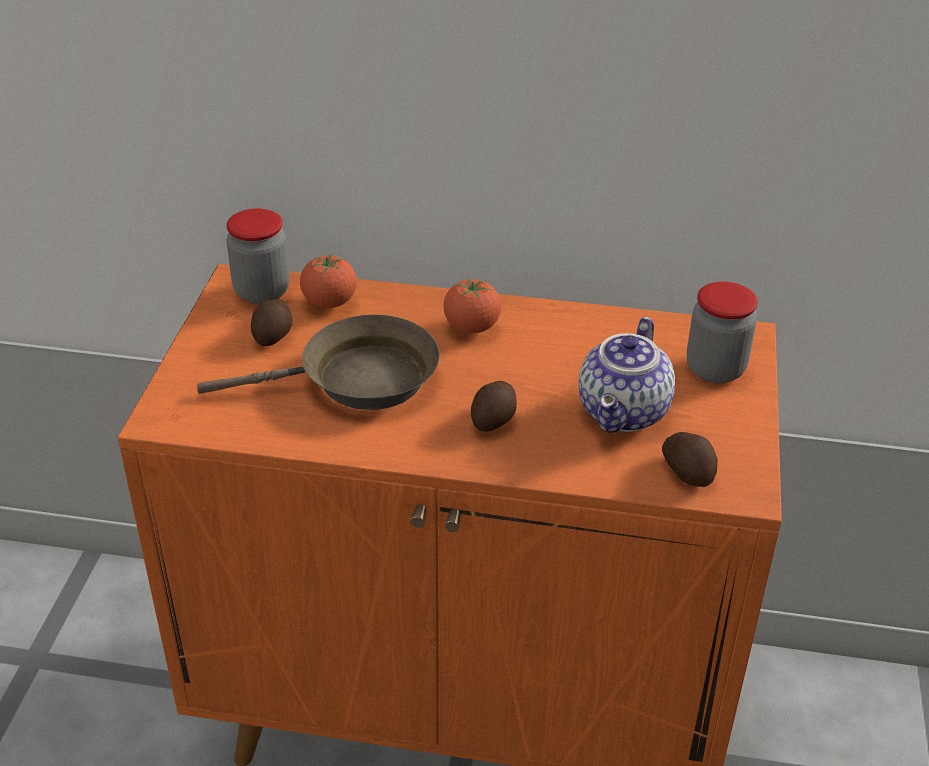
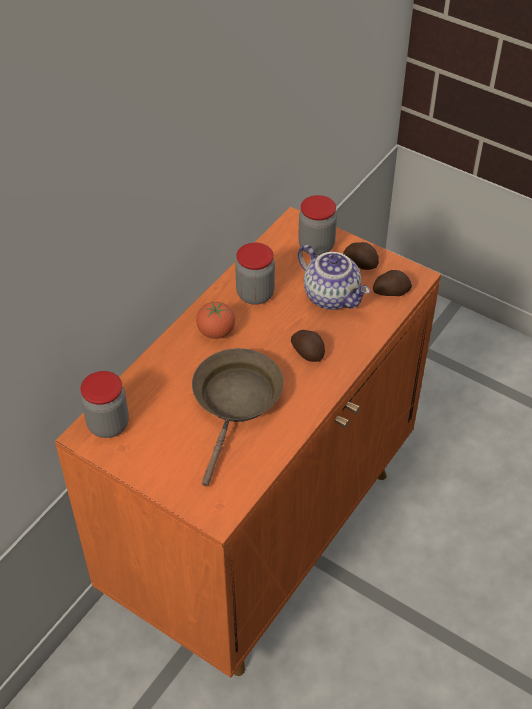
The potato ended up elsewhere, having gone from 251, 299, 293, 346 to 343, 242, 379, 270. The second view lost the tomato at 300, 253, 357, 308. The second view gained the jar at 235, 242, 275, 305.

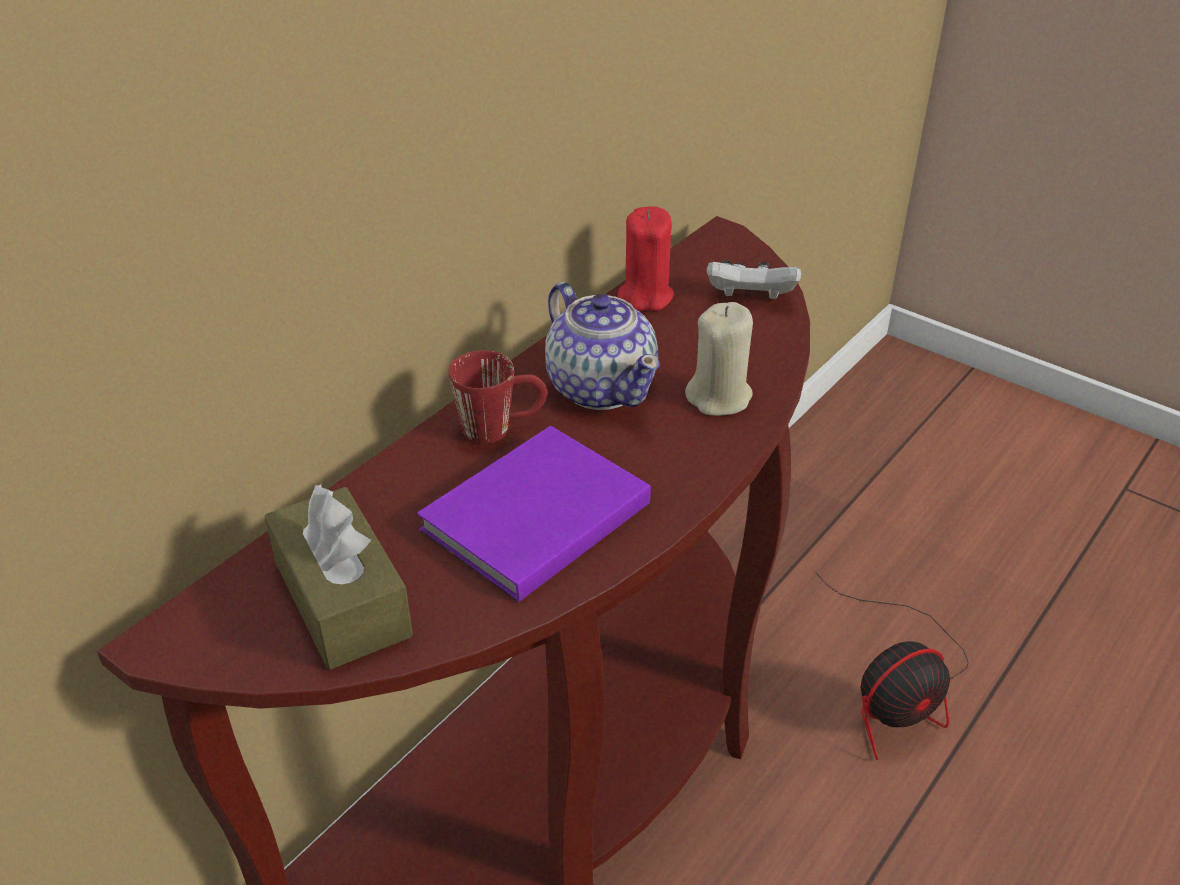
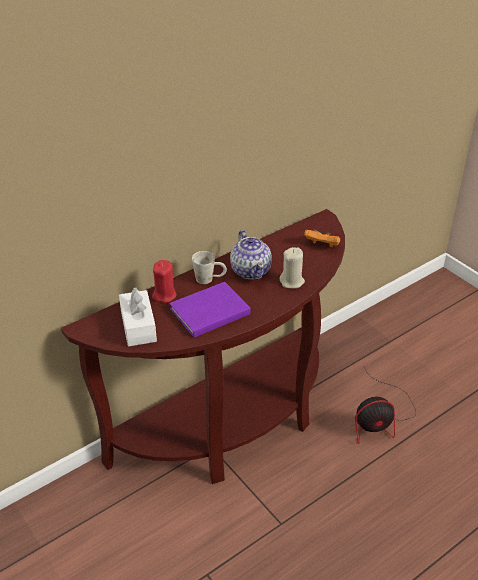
What was the brown tissue box at 265, 484, 413, 670 turned into the white tissue box at 119, 287, 157, 347. What was the red mug at 449, 350, 547, 444 turned into the white mug at 192, 251, 227, 284. The red candle ended up elsewhere, having gone from 618, 206, 674, 311 to 152, 260, 177, 303. What was the white game controller at 707, 260, 801, 299 turned into the orange game controller at 304, 229, 340, 247.

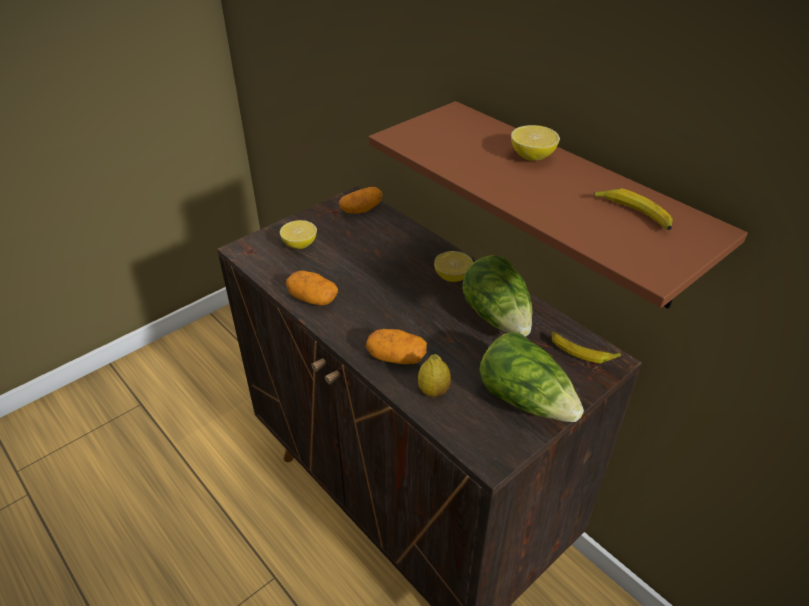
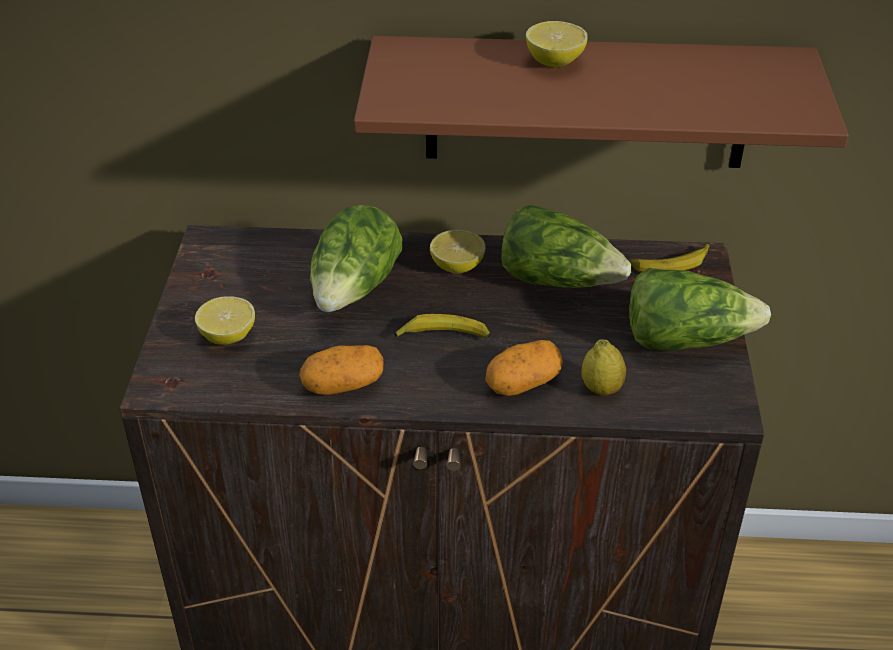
The second view lost the potato at 339, 187, 382, 214. The banana ended up elsewhere, having gone from 593, 188, 673, 230 to 394, 314, 491, 338. The second view gained the lettuce at 310, 205, 402, 312.

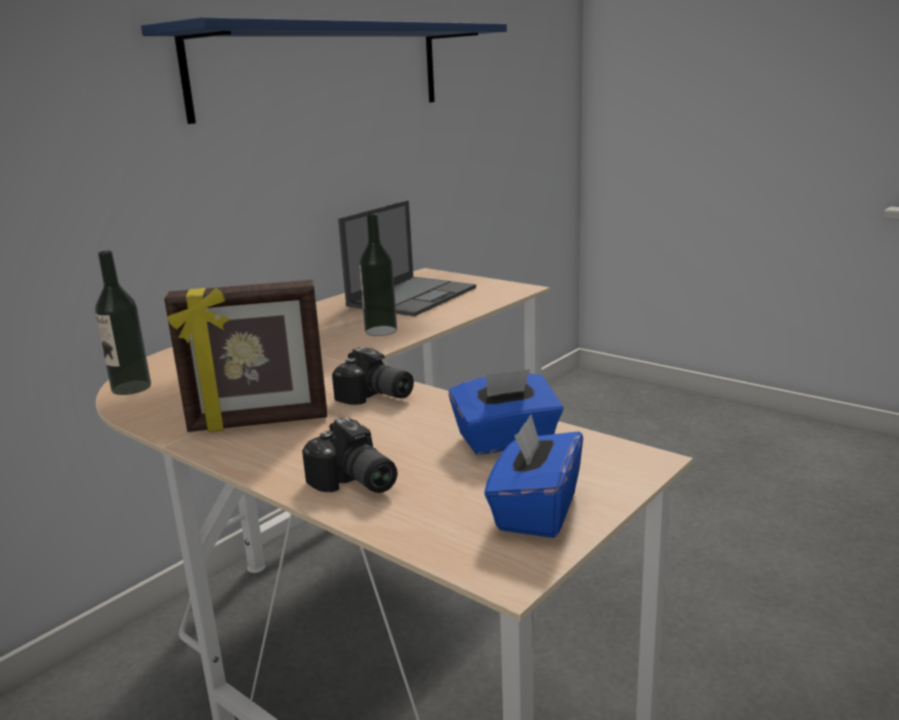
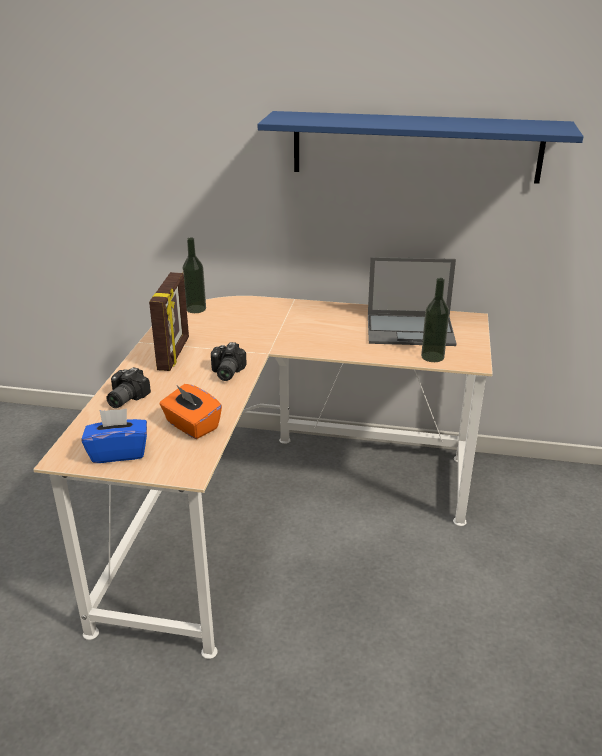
The picture frame at 164, 280, 327, 432 ended up facing another way, 135 degrees counterclockwise from before. The bottle ended up elsewhere, having gone from 359, 213, 397, 336 to 421, 278, 449, 362. What was the blue tissue box at 449, 369, 563, 455 turned into the orange tissue box at 160, 384, 222, 439.

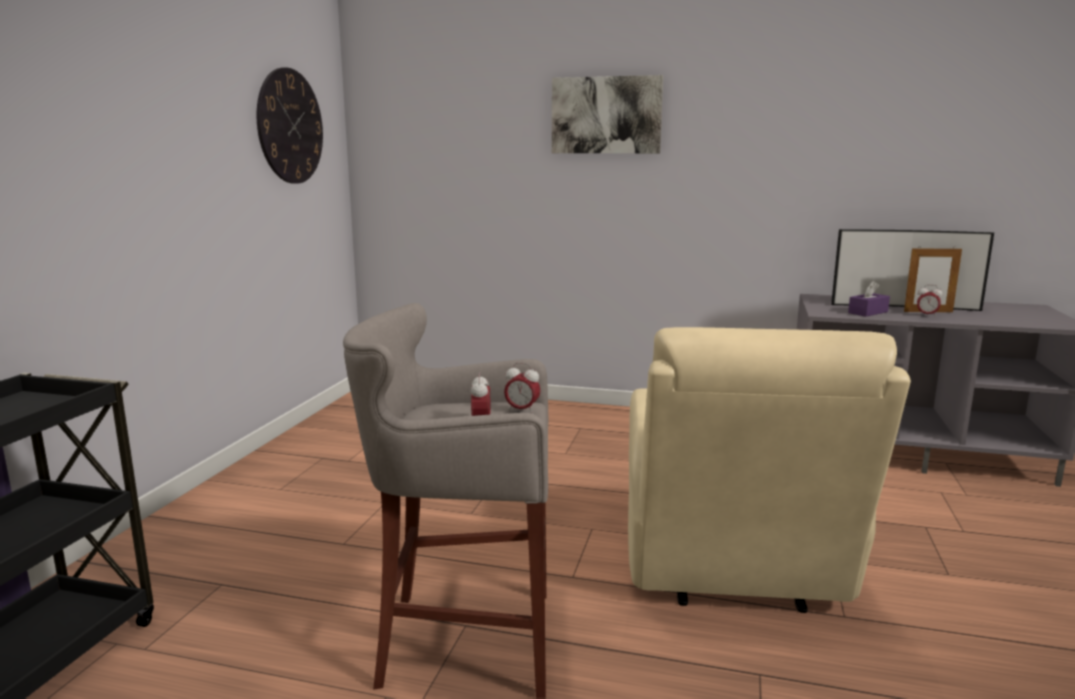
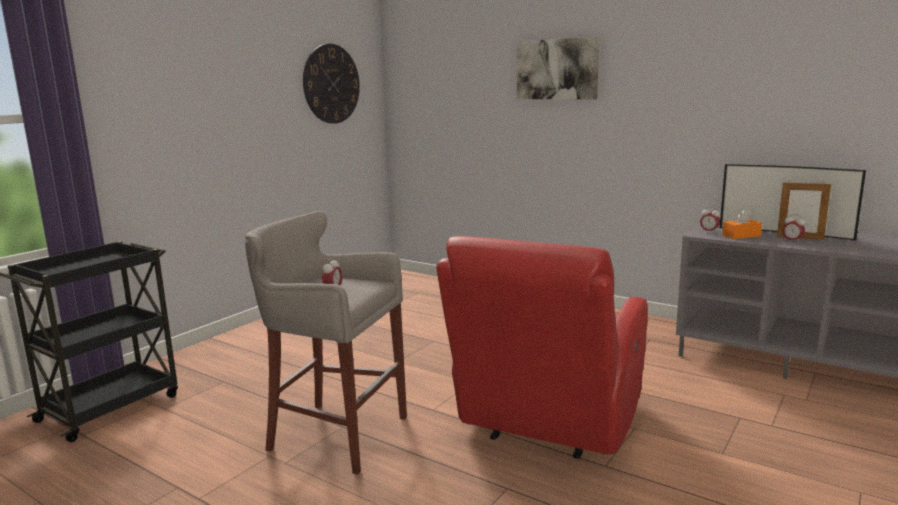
The alarm clock ended up elsewhere, having gone from 504, 363, 541, 414 to 700, 207, 720, 233. What was the beige armchair at 628, 327, 911, 613 turned into the red armchair at 436, 236, 648, 459. What was the purple tissue box at 848, 281, 890, 317 turned into the orange tissue box at 722, 209, 762, 239.

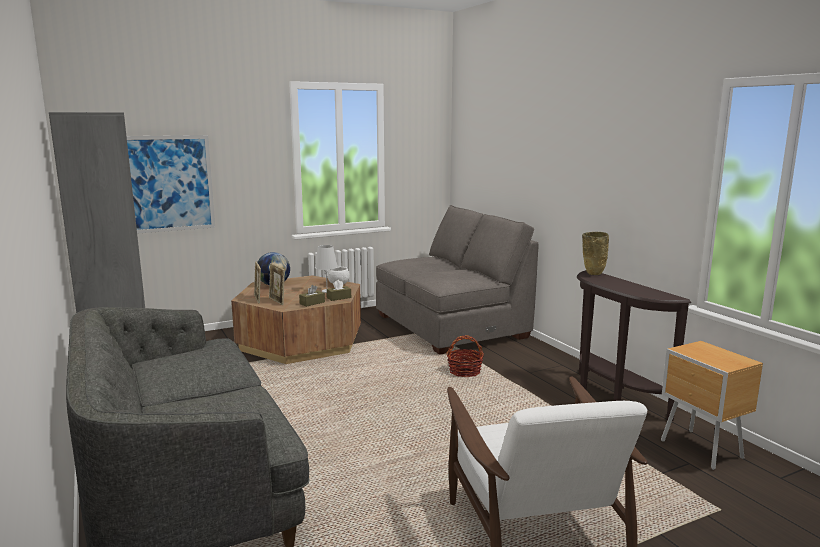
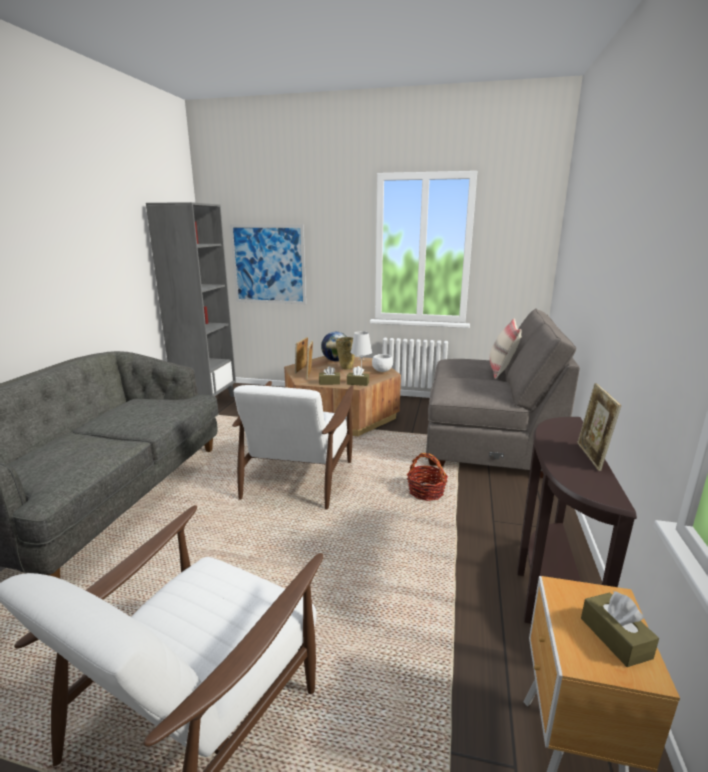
The beige vase ended up elsewhere, having gone from 582, 232, 609, 275 to 336, 337, 354, 370. The second view gained the white armchair at 232, 381, 354, 509. The second view gained the beige pillow at 490, 319, 522, 379. The second view gained the picture frame at 577, 383, 621, 471. The second view gained the brown tissue box at 581, 591, 659, 667.

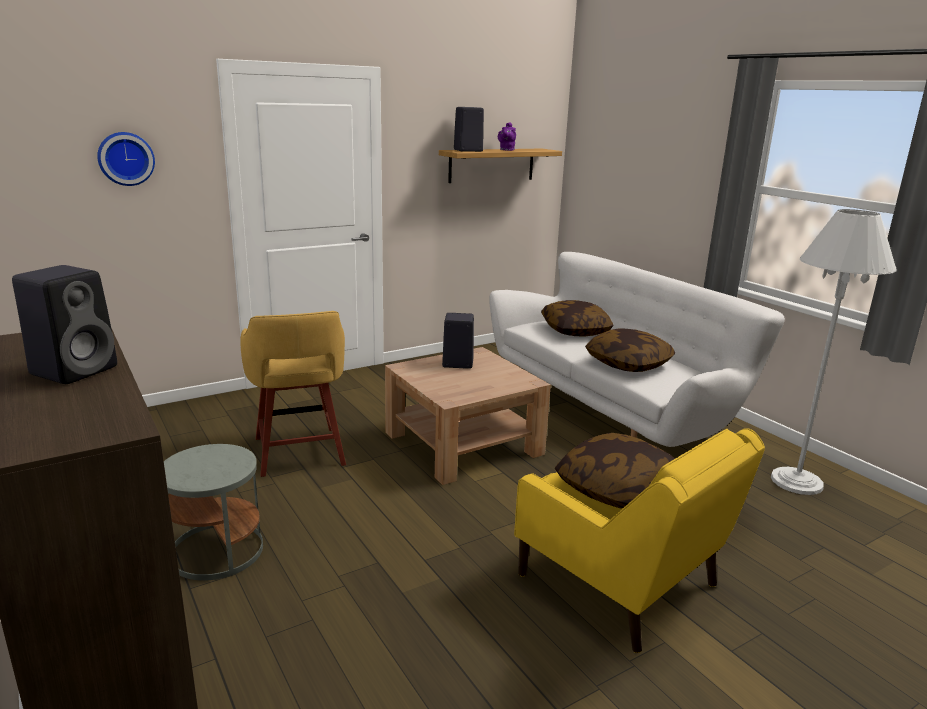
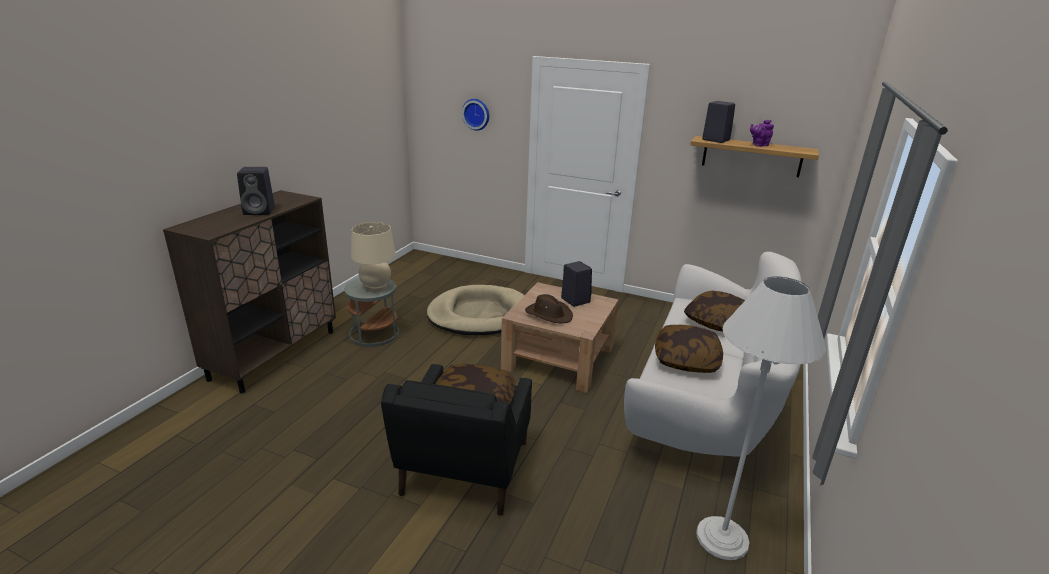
Where the yellow stool stood at 240, 311, 346, 477, the beige dog bed came to stand at 427, 285, 524, 335. What was the yellow armchair at 514, 428, 765, 653 turned into the black armchair at 381, 364, 532, 515. The second view gained the beige table lamp at 351, 222, 396, 292. The second view gained the brown hat at 525, 294, 573, 324.

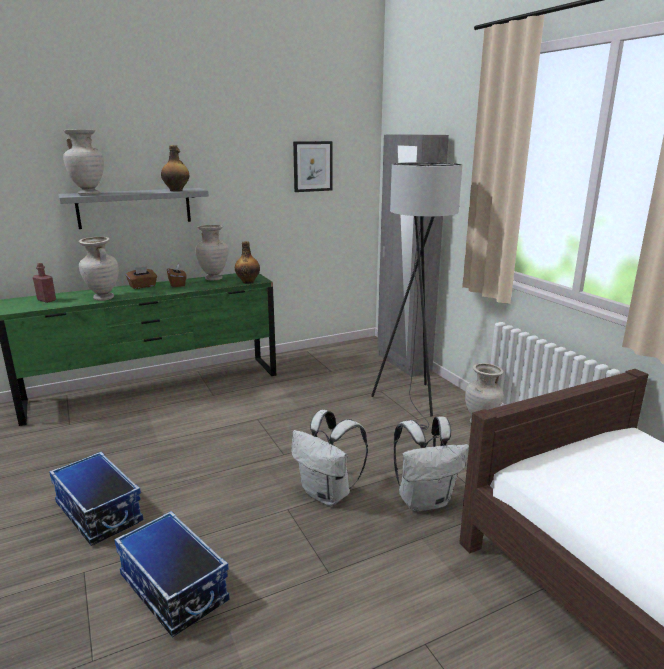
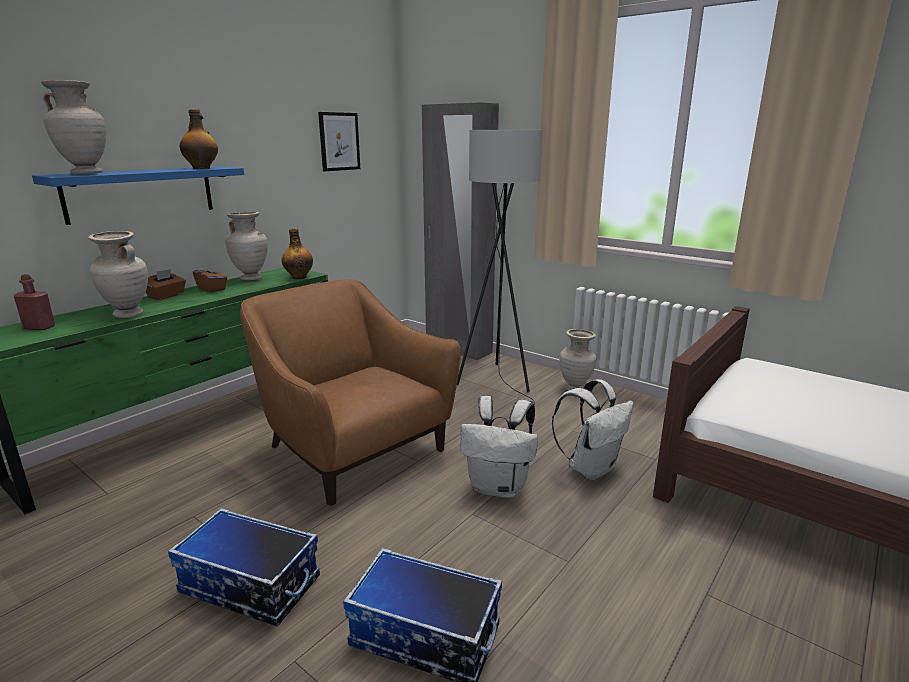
What was the grey shelf at 58, 188, 209, 229 turned into the blue shelf at 32, 166, 244, 225. The second view gained the brown armchair at 240, 279, 461, 506.

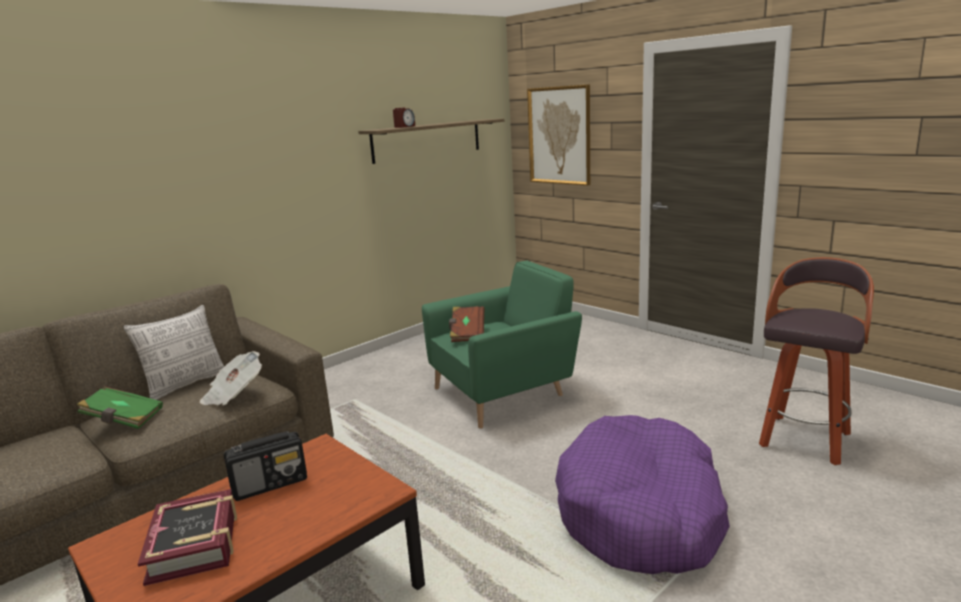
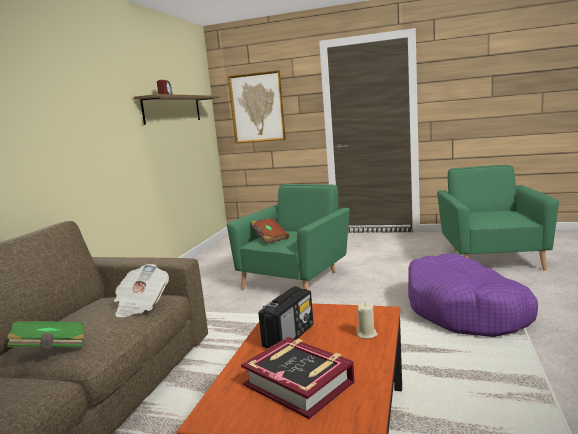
The second view lost the pillow at 124, 305, 224, 400. Where the stool stood at 759, 257, 874, 465, the green armchair came to stand at 437, 165, 559, 271. The second view gained the beige candle at 356, 302, 378, 339.

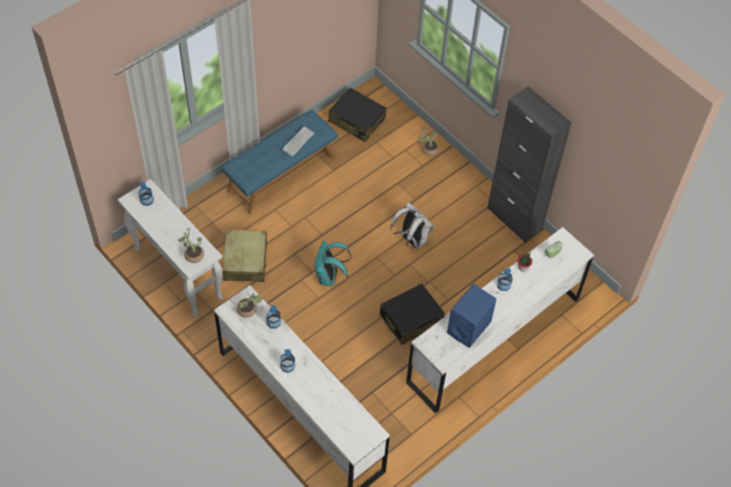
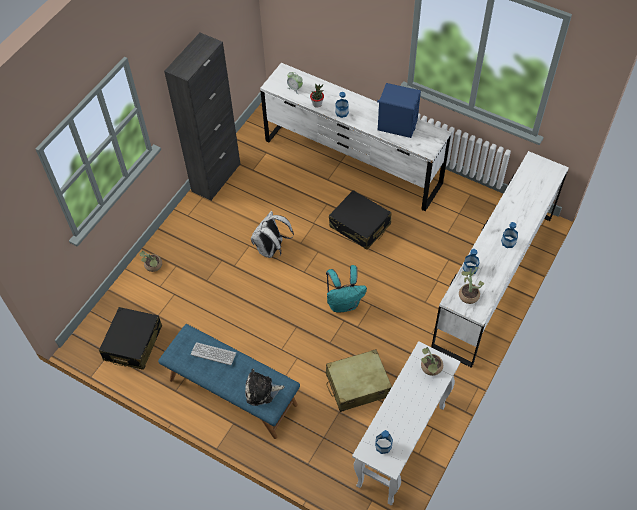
The second view gained the plush toy at 245, 369, 285, 406.

